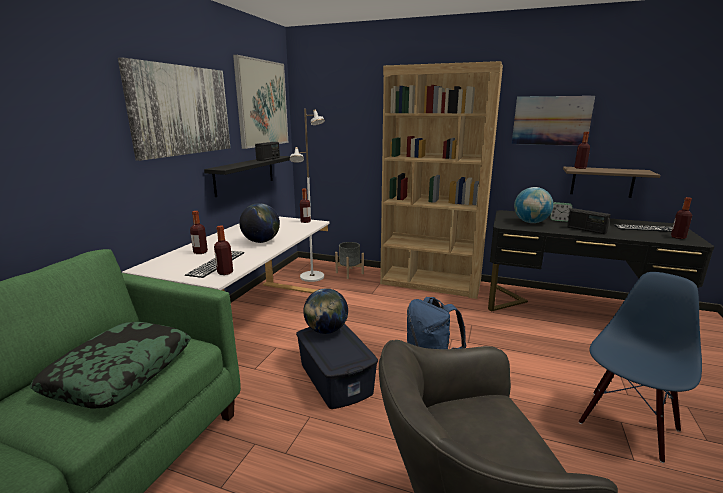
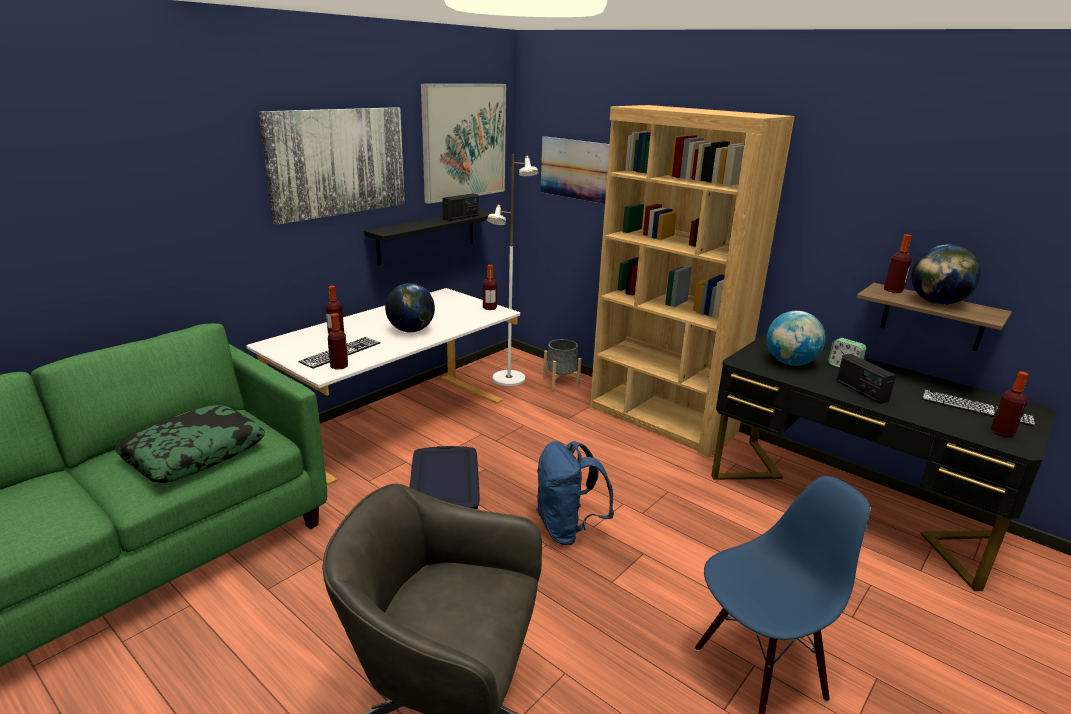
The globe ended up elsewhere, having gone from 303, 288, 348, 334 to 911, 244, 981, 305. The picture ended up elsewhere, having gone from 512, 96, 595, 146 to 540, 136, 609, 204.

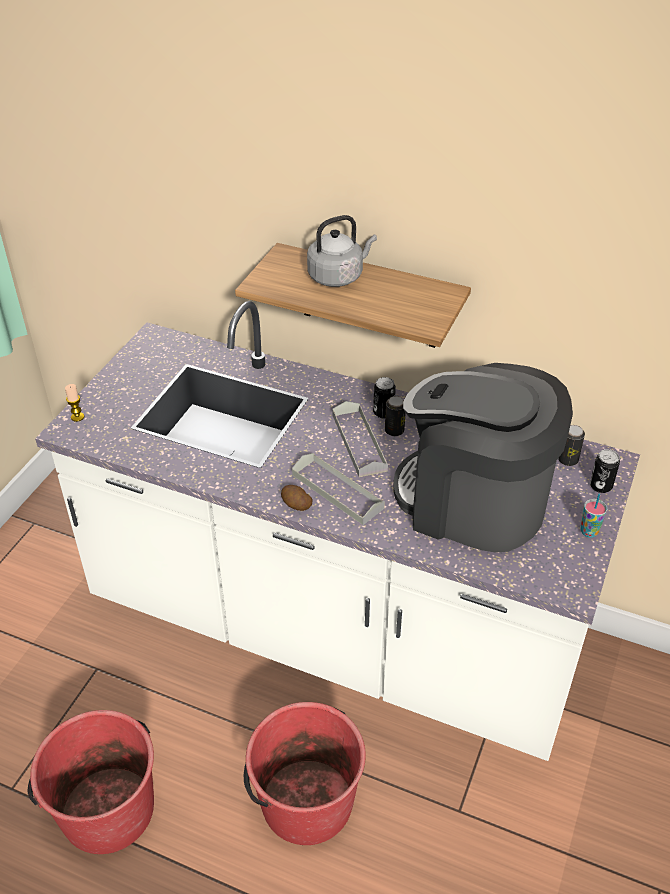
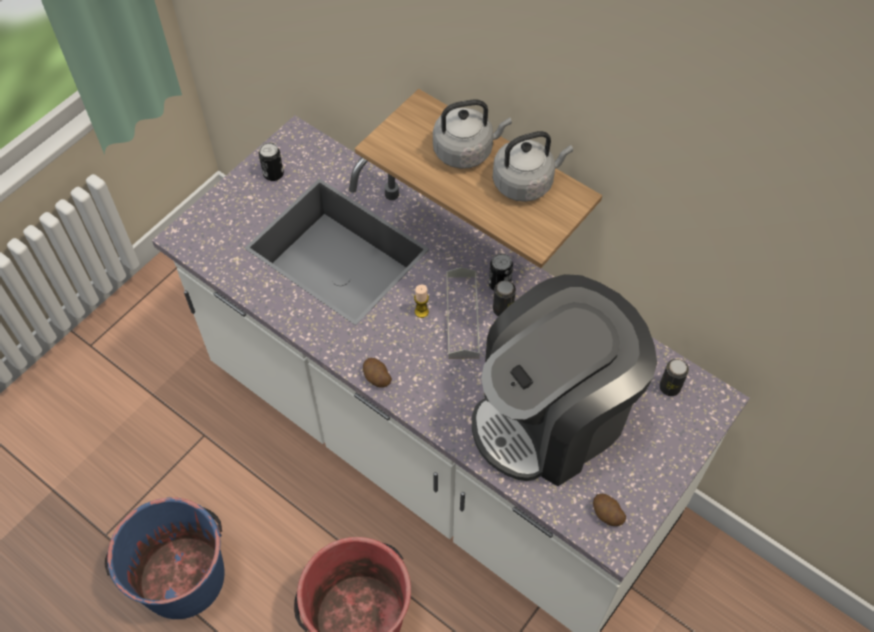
What was the red bucket at 27, 710, 154, 854 turned into the blue bucket at 105, 497, 225, 619. The candle ended up elsewhere, having gone from 65, 384, 84, 422 to 414, 285, 429, 318. The second view lost the grey tray at 292, 453, 385, 525. The coffee machine at 393, 363, 573, 553 ended up facing another way, 75 degrees counterclockwise from before. The second view lost the cup at 580, 493, 607, 538. The can ended up elsewhere, having gone from 590, 449, 620, 493 to 259, 142, 284, 181. The second view gained the grey kettle at 493, 131, 573, 202. The second view gained the potato at 593, 494, 626, 526.

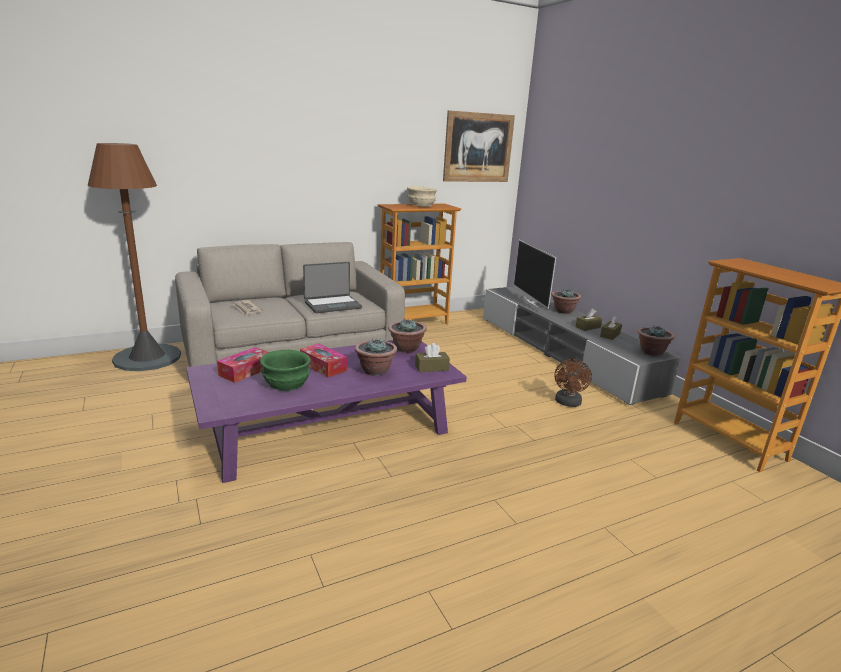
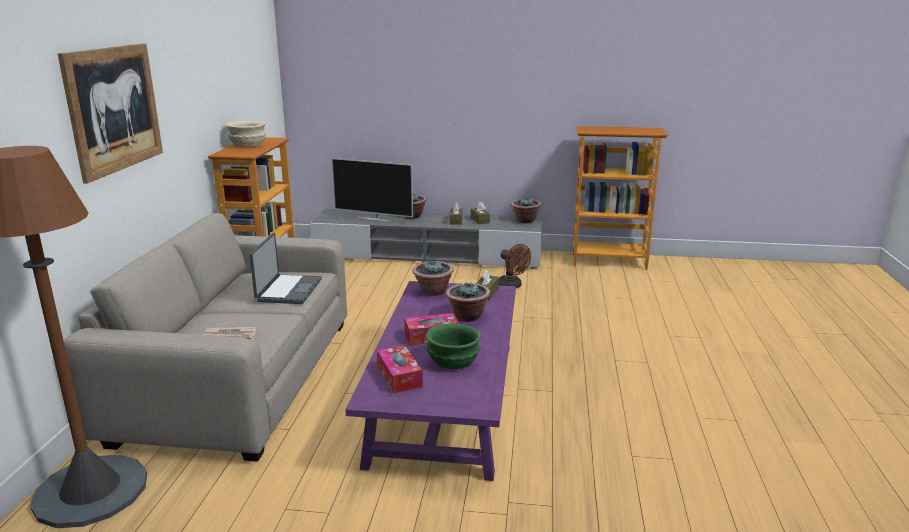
The picture ended up elsewhere, having gone from 443, 110, 515, 182 to 58, 43, 163, 183.

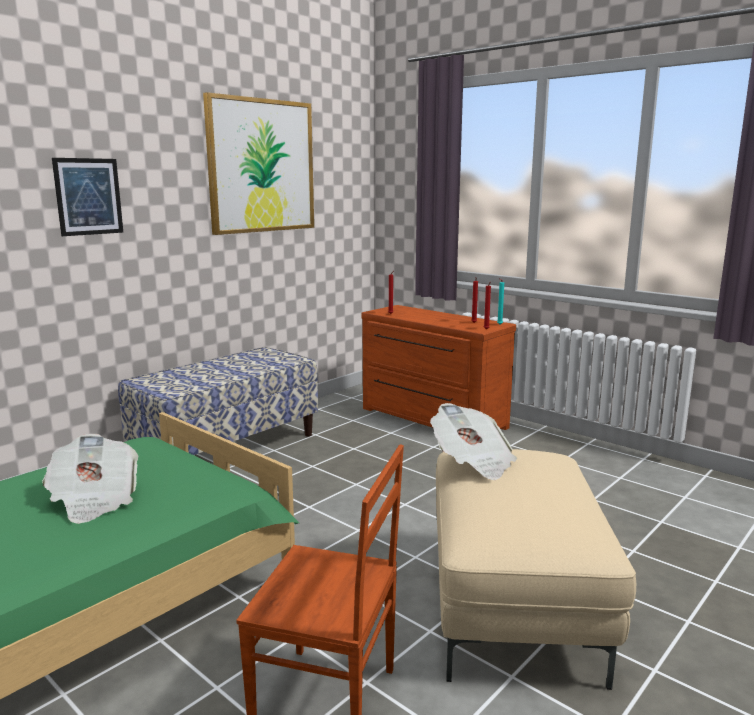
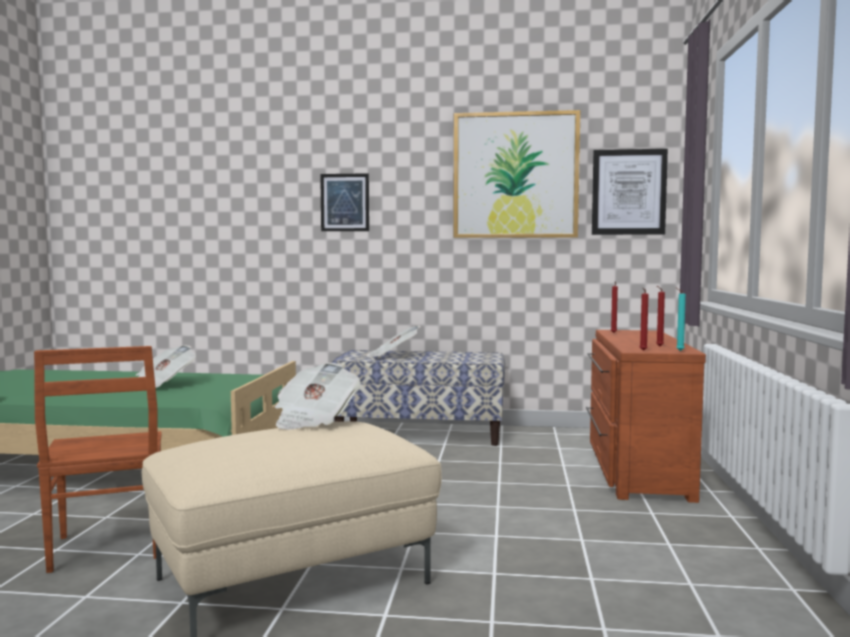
The second view gained the newspaper at 366, 325, 421, 357. The second view gained the picture at 592, 149, 668, 235.

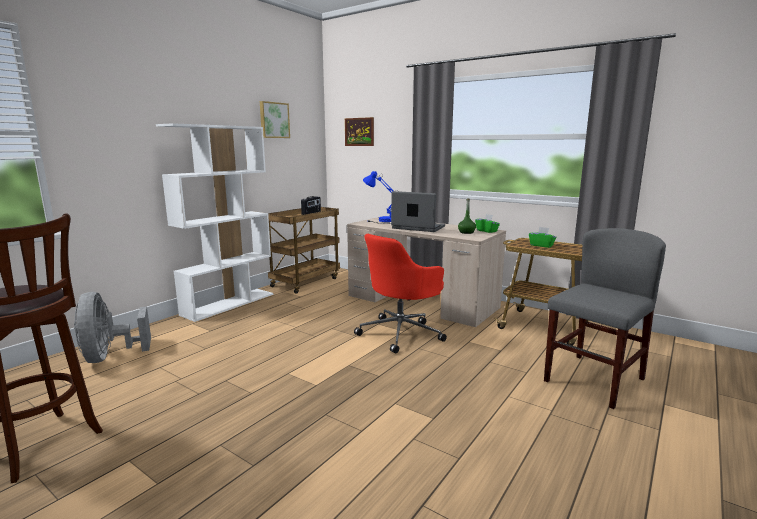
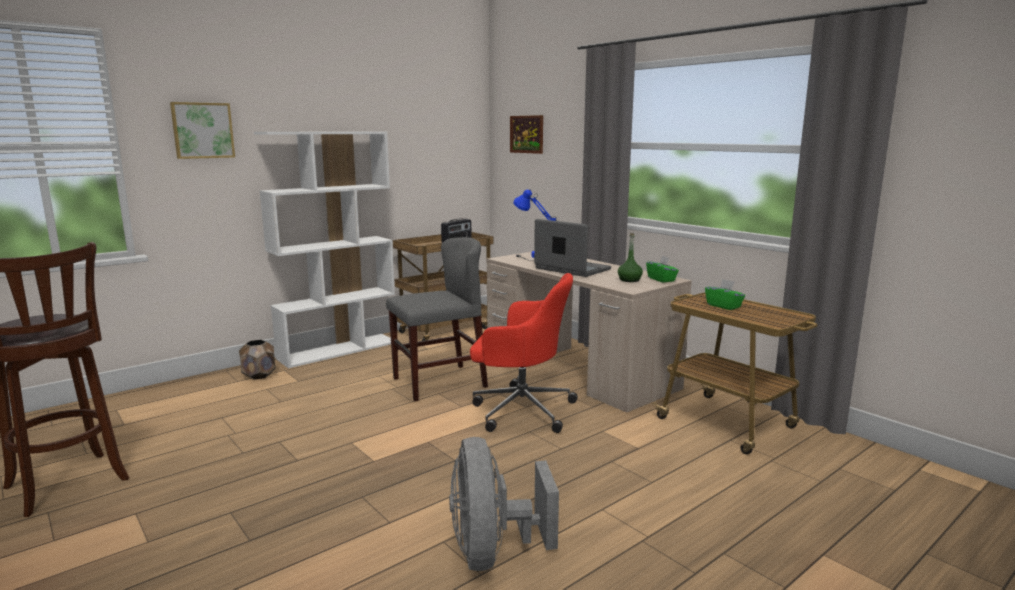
The grey fan ended up elsewhere, having gone from 74, 292, 151, 363 to 449, 437, 559, 571. The picture ended up elsewhere, having gone from 260, 101, 290, 138 to 170, 102, 235, 159. The red office chair at 354, 234, 447, 353 ended up facing another way, 135 degrees counterclockwise from before. The grey chair ended up elsewhere, having gone from 544, 228, 666, 409 to 386, 237, 488, 401. The second view gained the brown planter at 239, 340, 276, 380.

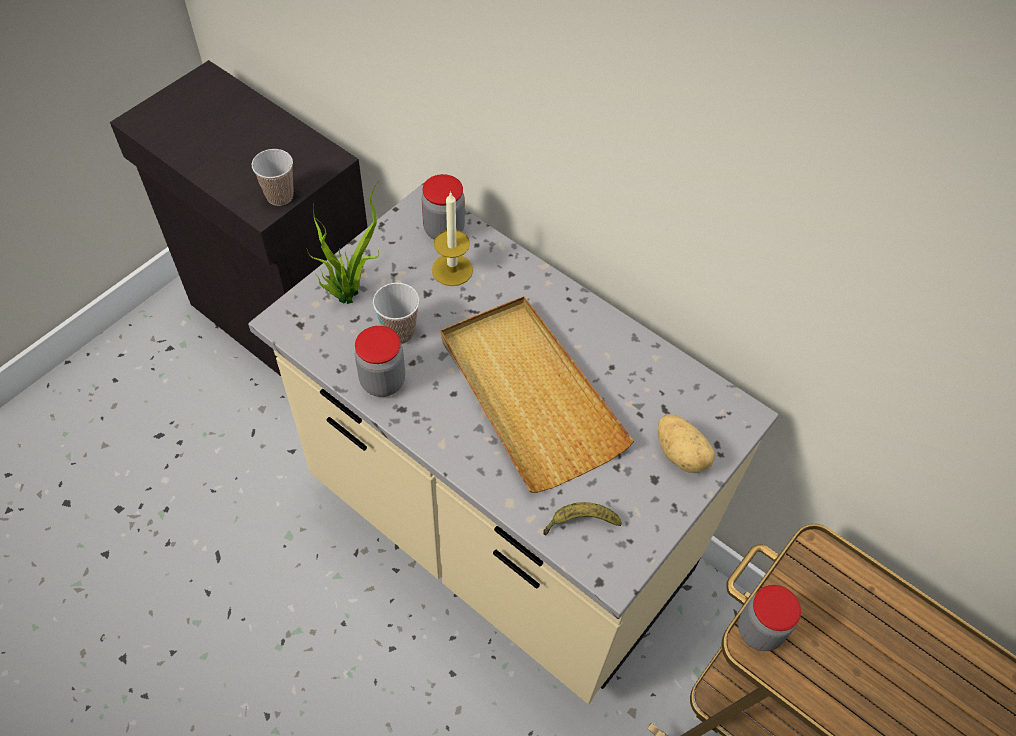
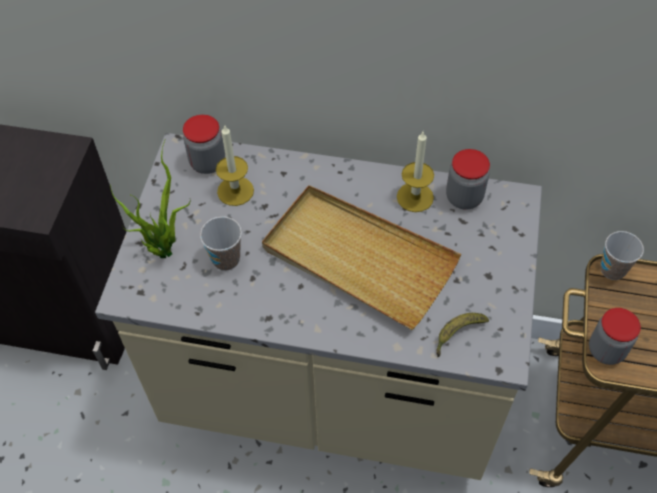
The cup ended up elsewhere, having gone from 252, 149, 294, 206 to 601, 231, 644, 280. The jar ended up elsewhere, having gone from 355, 326, 405, 397 to 446, 149, 490, 210. The second view lost the potato at 658, 415, 715, 473. The second view gained the candle at 397, 132, 434, 212.

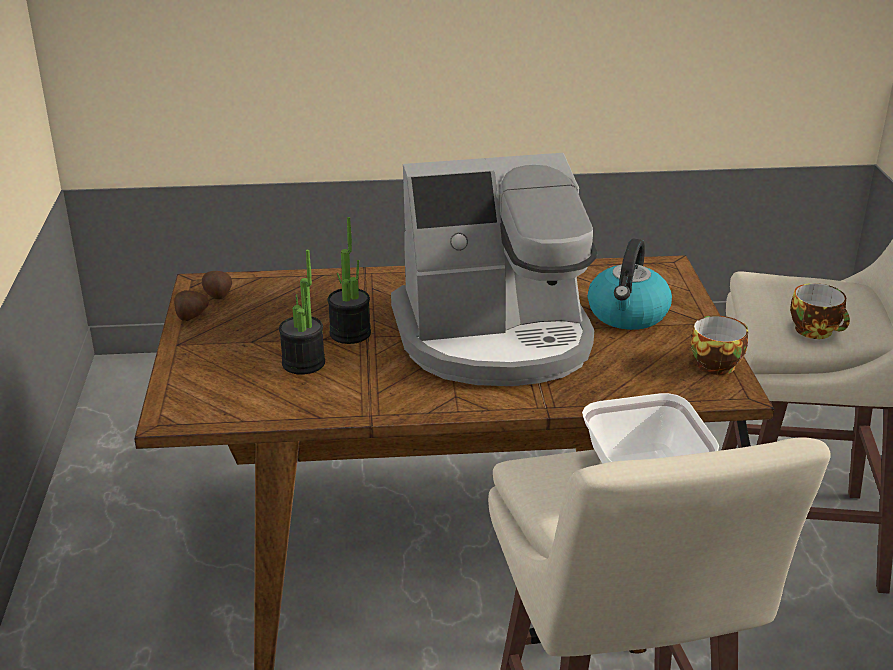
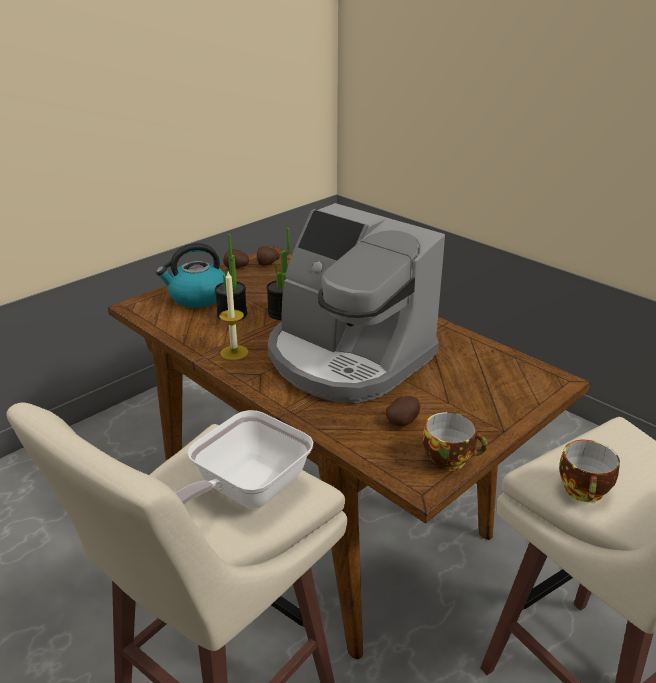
The kettle ended up elsewhere, having gone from 588, 239, 672, 330 to 156, 243, 225, 308. The second view gained the candle at 219, 271, 248, 360. The second view gained the potato at 386, 396, 420, 426.

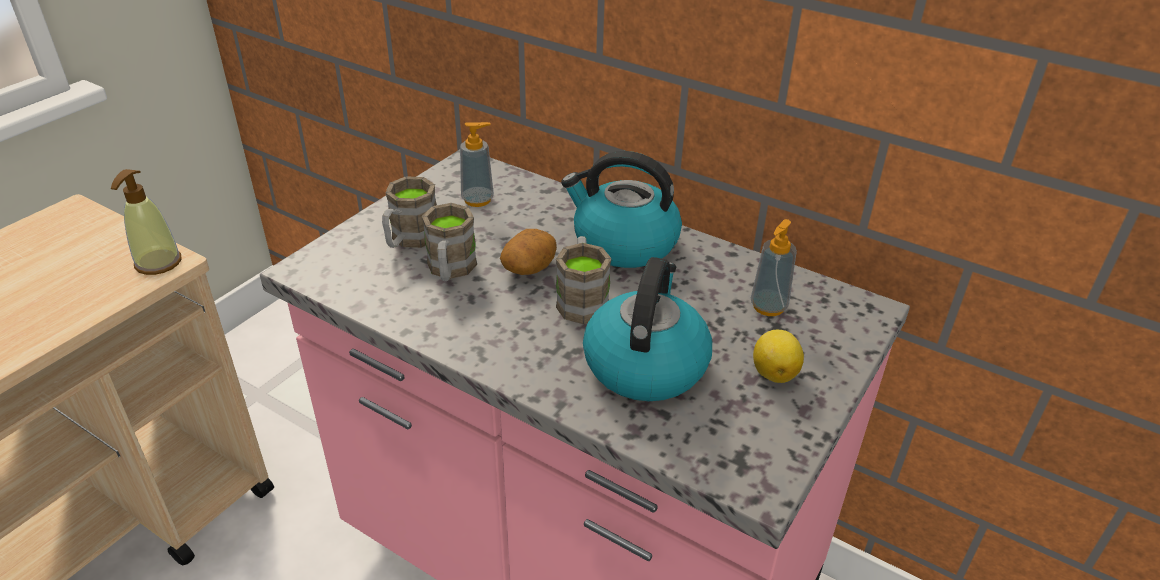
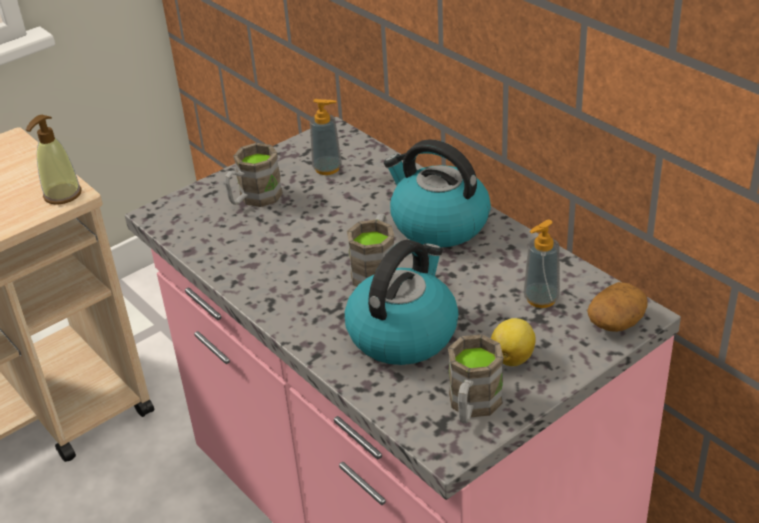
The brown mug ended up elsewhere, having gone from 422, 203, 477, 281 to 448, 334, 504, 424. The potato ended up elsewhere, having gone from 500, 229, 557, 275 to 587, 282, 648, 332.

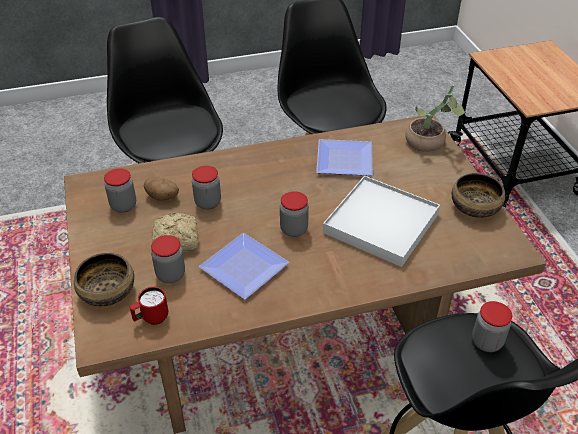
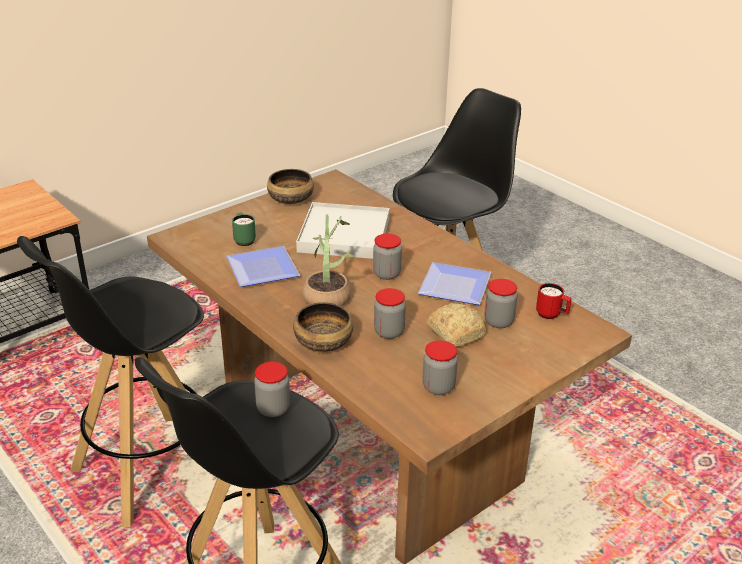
The bowl ended up elsewhere, having gone from 74, 253, 134, 306 to 293, 302, 353, 352. The second view lost the potato at 144, 177, 179, 200. The potted plant ended up elsewhere, having gone from 405, 84, 466, 152 to 303, 214, 354, 307. The jar ended up elsewhere, having gone from 472, 301, 512, 352 to 254, 362, 290, 417. The second view gained the green mug at 232, 213, 256, 246.

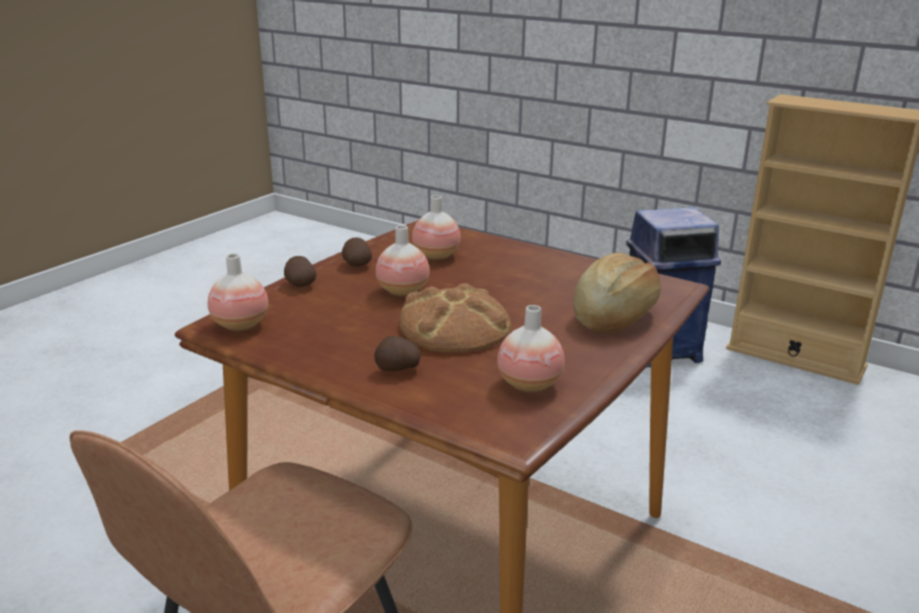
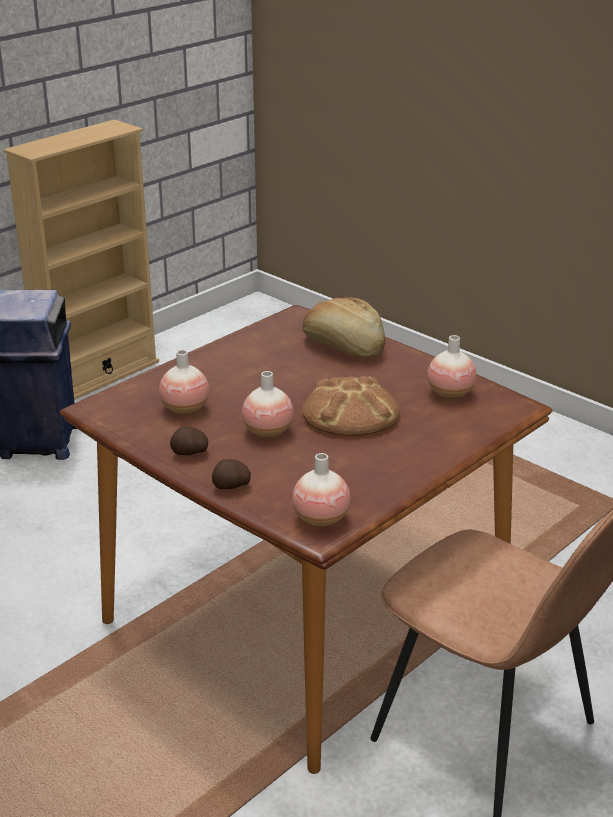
The second view lost the potato at 374, 336, 421, 371.

